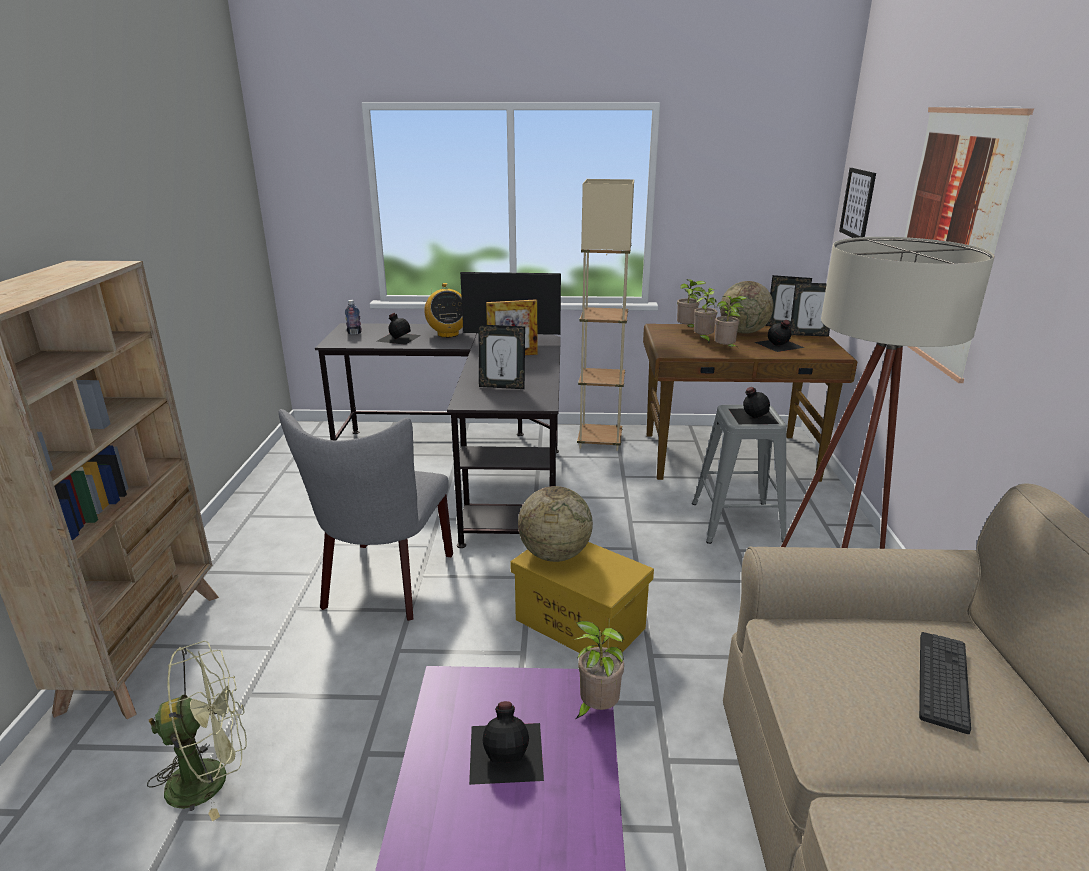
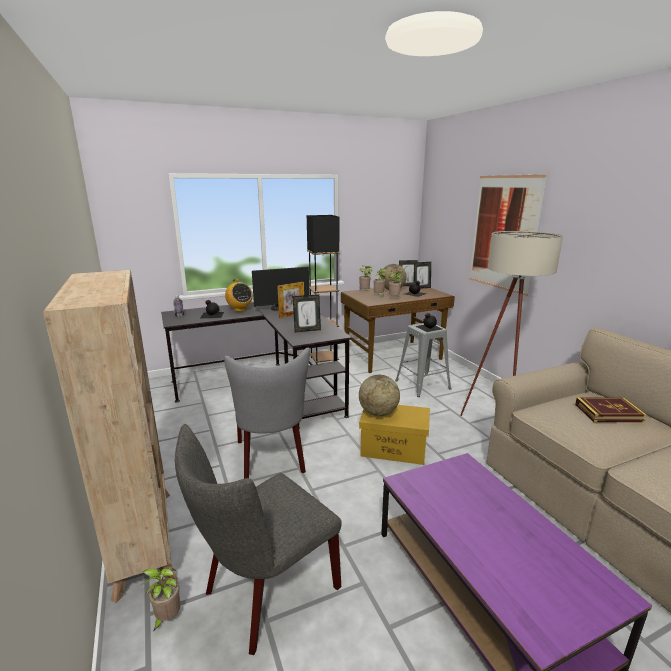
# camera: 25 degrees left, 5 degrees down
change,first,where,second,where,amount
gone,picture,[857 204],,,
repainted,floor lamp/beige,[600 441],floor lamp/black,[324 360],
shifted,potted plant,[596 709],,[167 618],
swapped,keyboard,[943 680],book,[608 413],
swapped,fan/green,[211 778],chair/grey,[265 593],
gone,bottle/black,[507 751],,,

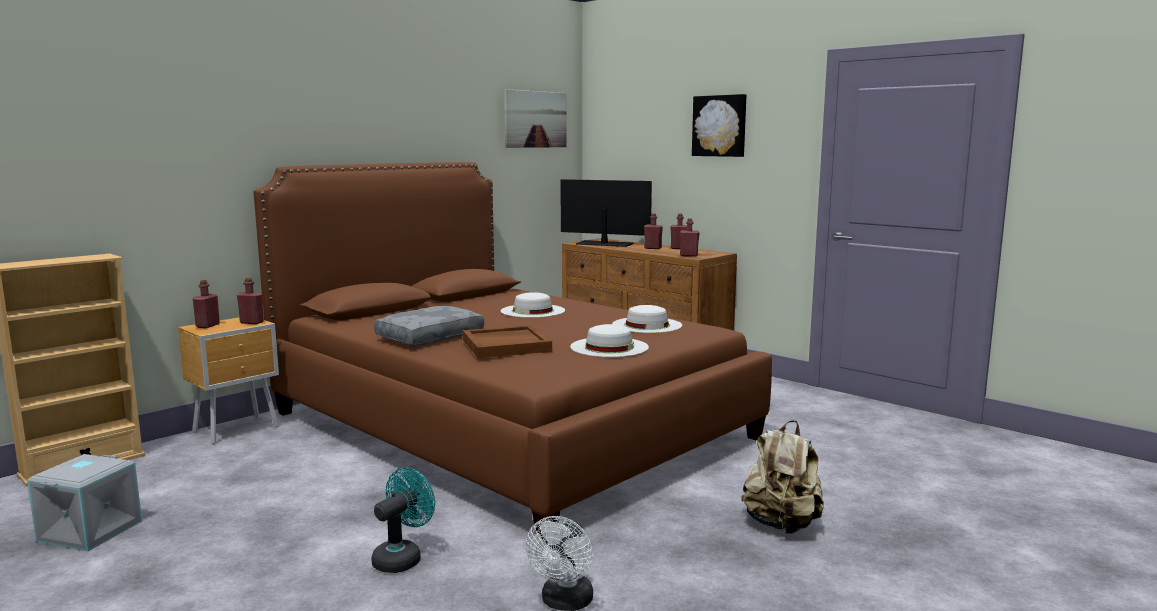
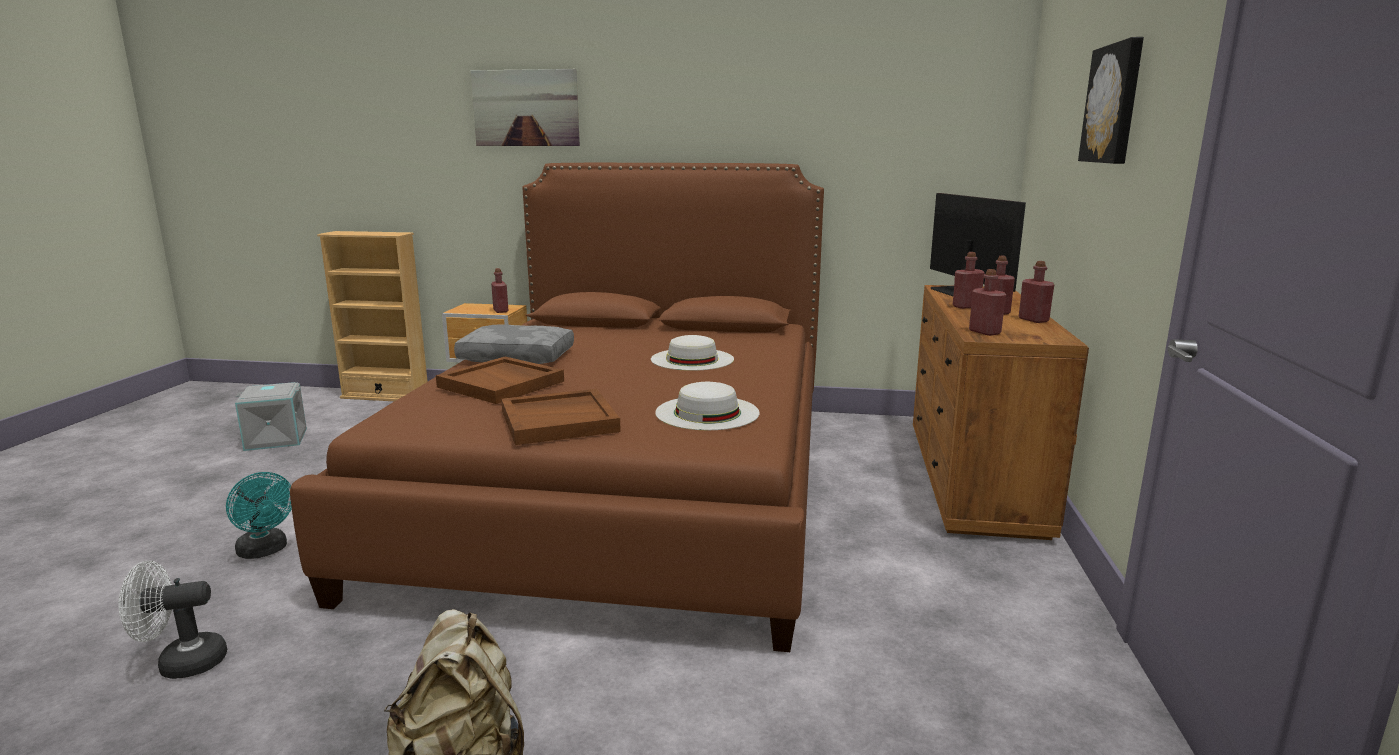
# camera: 55 degrees right, 5 degrees up
change,first,where,second,where,amount
shifted,picture,[535 119],,[526 108],
shifted,bottle/red,[207 326],,[966 306],
swapped,hat/white,[609 347],tray/brown,[560 421],
rotated,fan/turquoise,[402 558],,[265 551],45 degrees clockwise

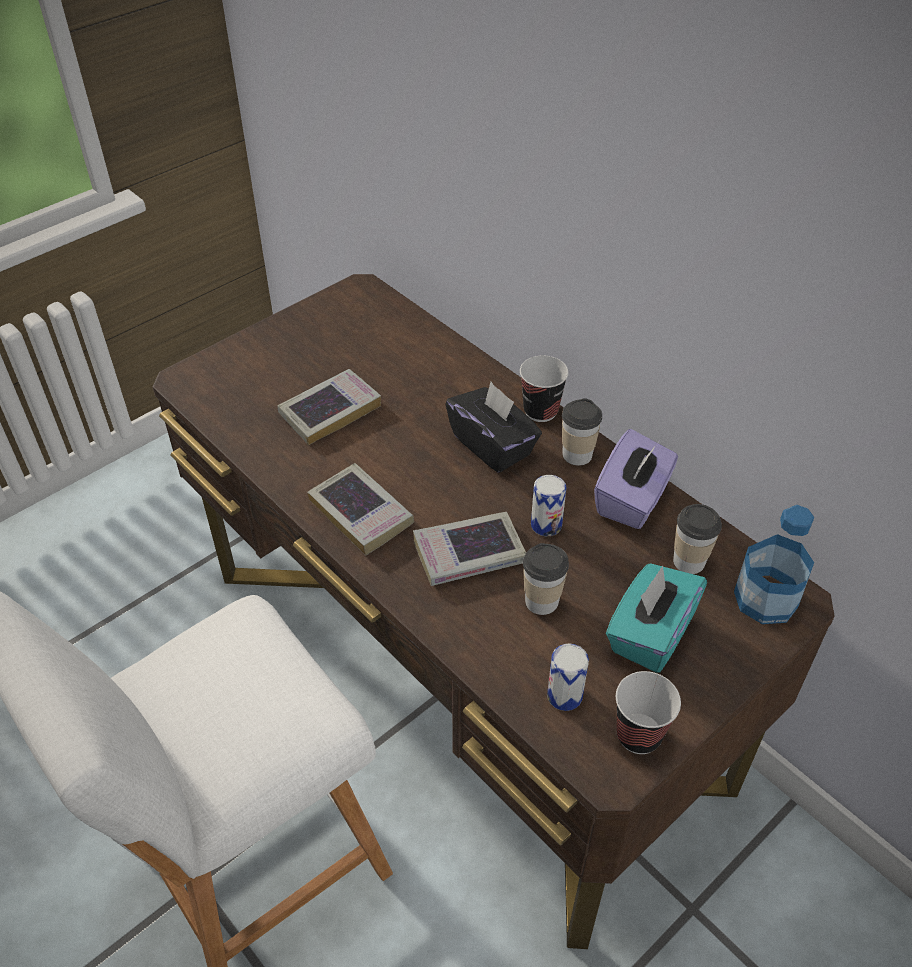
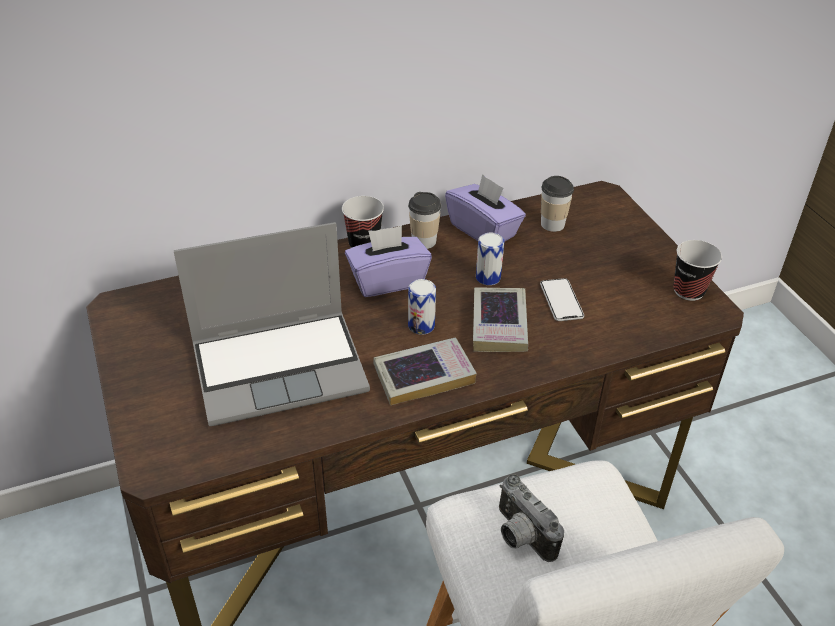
# camera: 70 degrees left, 5 degrees down
change,first,where,second,where,amount
swapped,book,[330 411],laptop,[281 366],
repainted,tissue box/black,[493 445],tissue box/purple,[387 280],
gone,bottle,[765 599],,,
swapped,cup,[541 601],phone,[561 301],
gone,tissue box/turquoise,[650 634],,,
shifted,can,[564 695],,[421 325],
new,,,photo camera,[520 536],

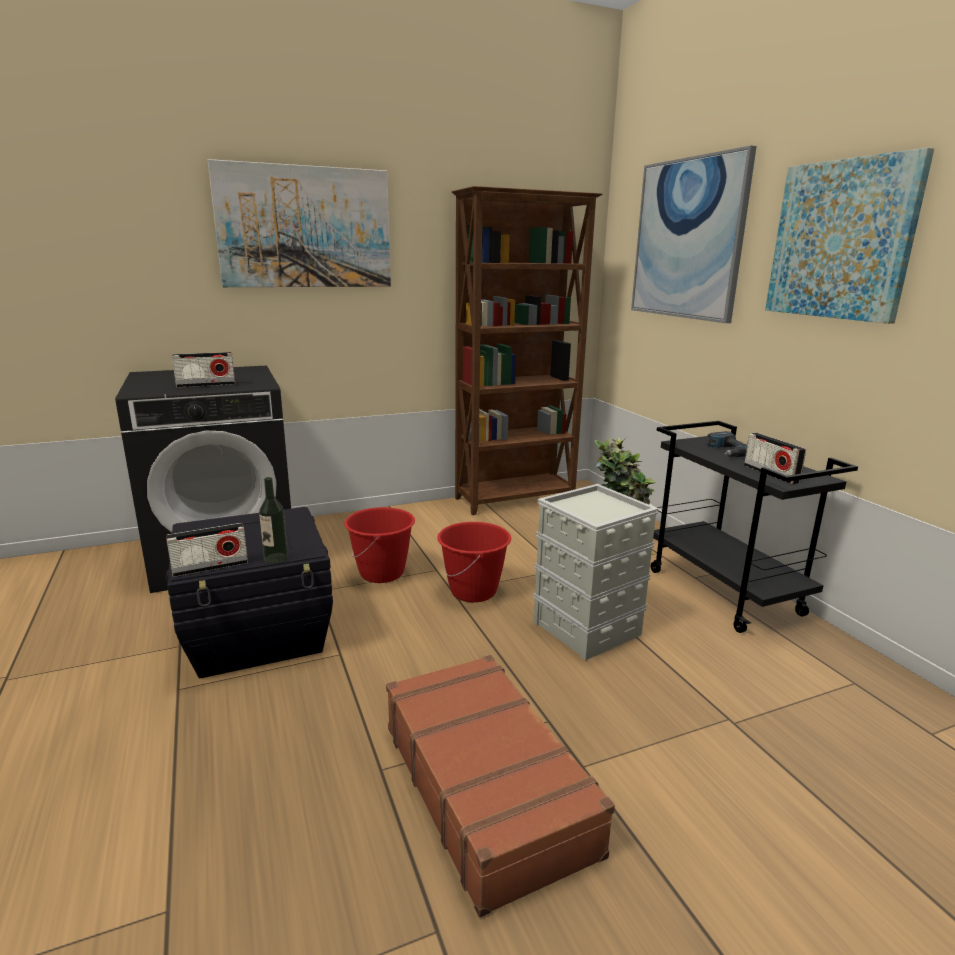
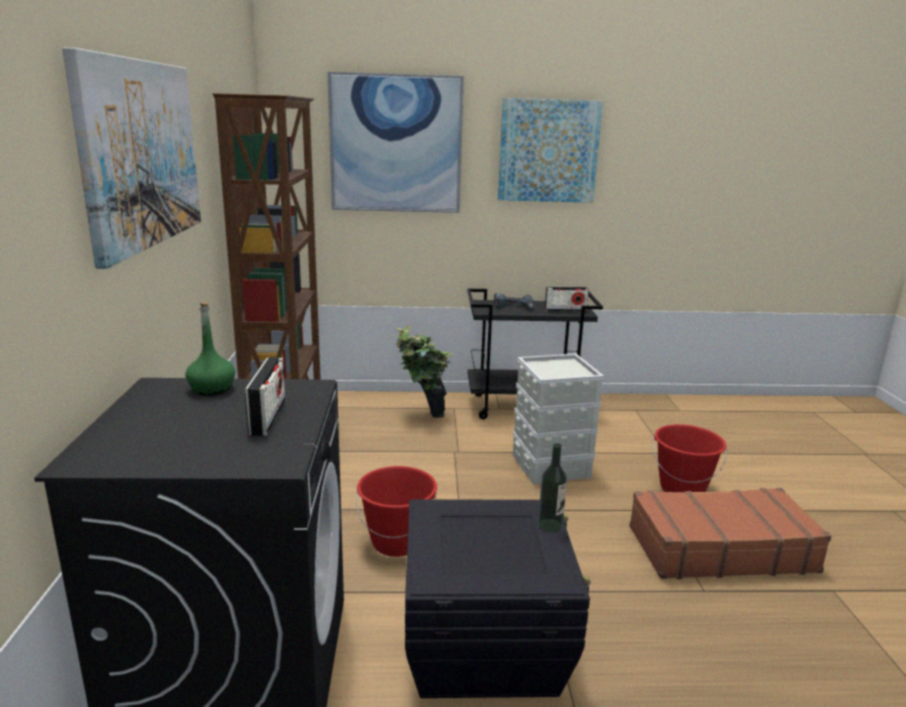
# camera: 70 degrees left, 0 degrees up
change,first,where,second,where,amount
shifted,bucket/red,[474 591],,[682 489],
gone,radio,[210 567],,,
new,,,bottle/green,[212 389],

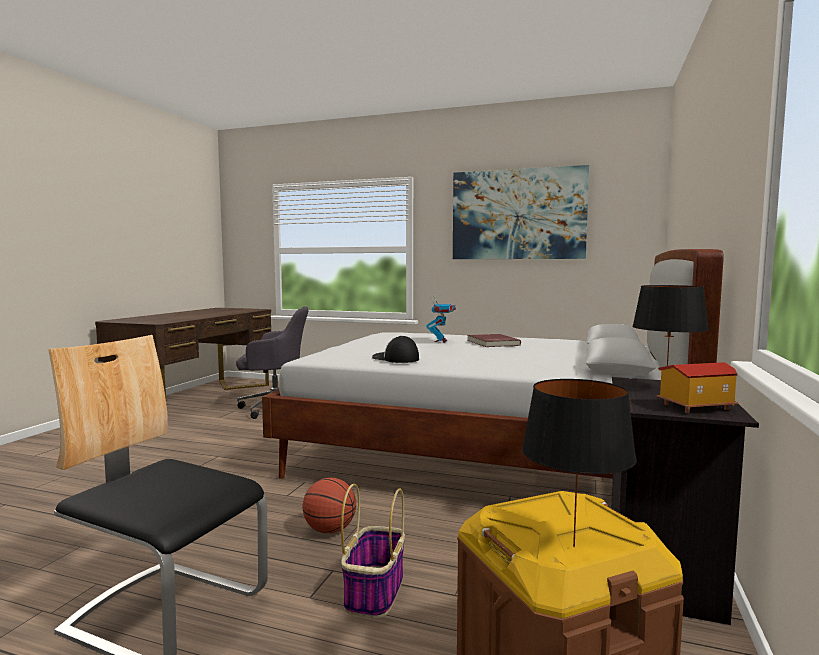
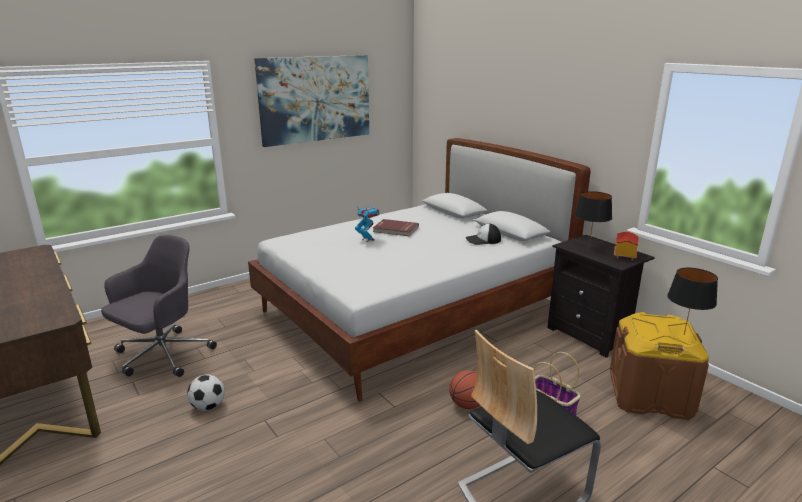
# camera: 55 degrees left, 15 degrees up
change,first,where,second,where,amount
shifted,cap,[395 358],,[483 240],
new,,,football,[208 406],

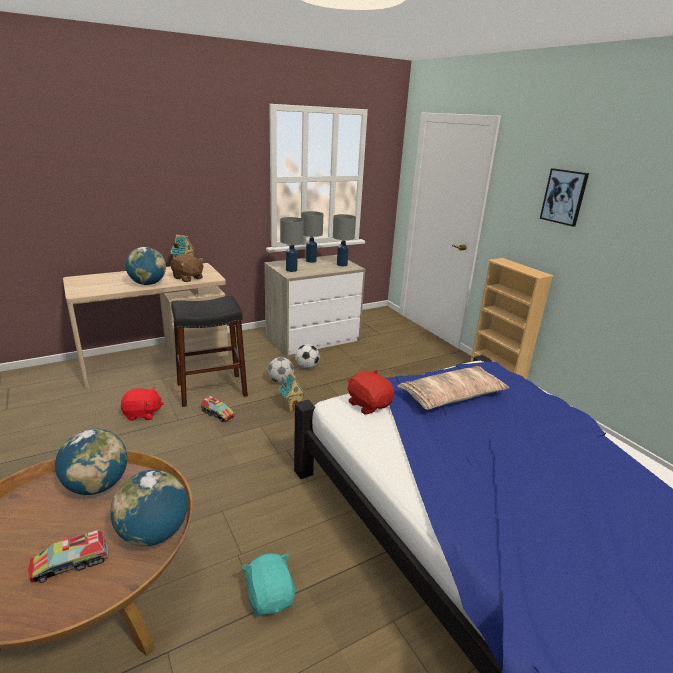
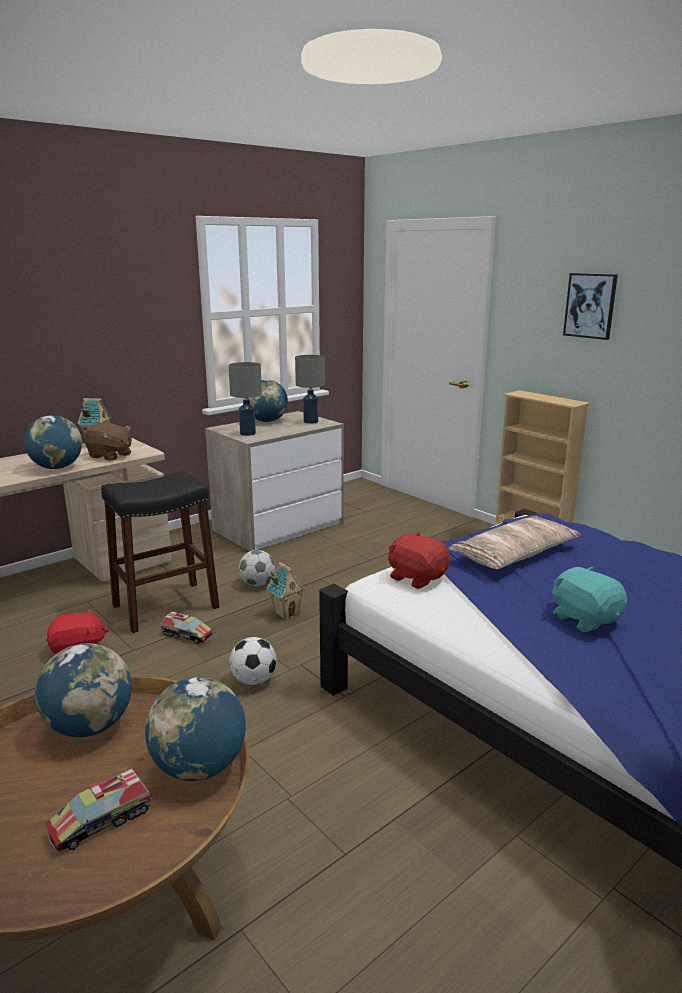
# camera: 10 degrees left, 5 degrees down
change,first,where,second,where,amount
swapped,table lamp/grey,[310 261],globe,[267 421],
shifted,football,[306 367],,[253 680],
shifted,plush toy/turquoise,[270 597],,[584 619],

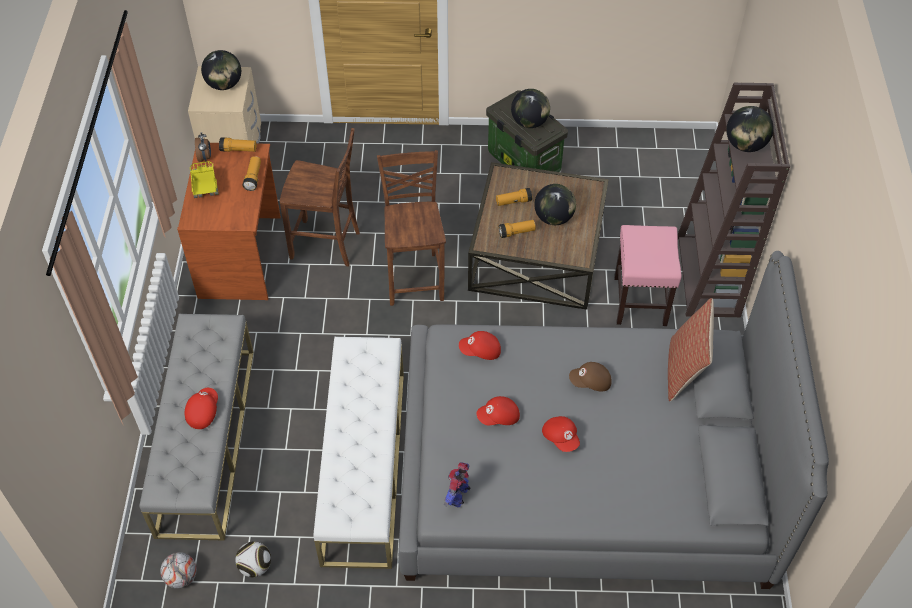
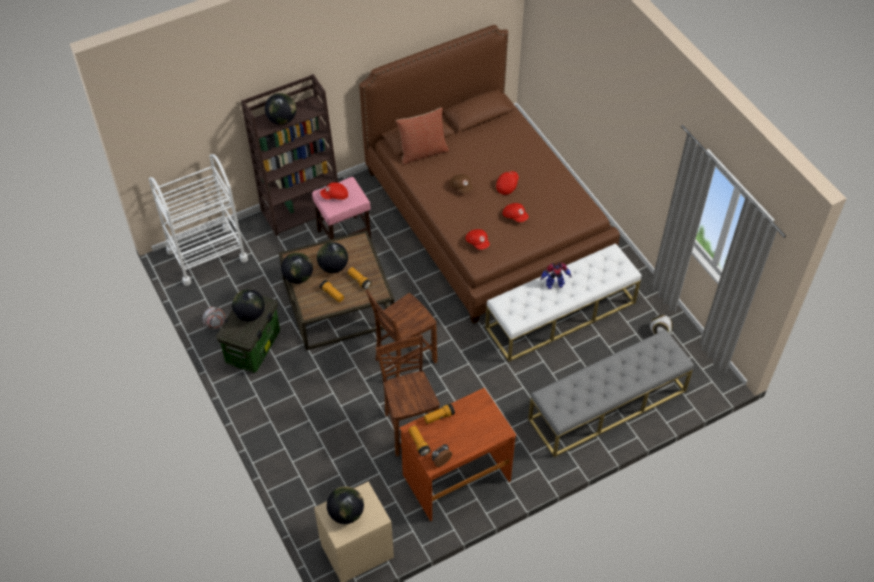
# camera: 120 degrees left, 0 degrees up
change,first,where,second,where,amount
gone,toy truck,[205 189],,,
repainted,bed/grey,[584 469],bed/brown,[485 215],
shifted,cap/red,[203 412],,[335 196],
shifted,toy robot,[458 495],,[554 284],
shifted,football,[181 577],,[215 324],
new,,,cart/white,[207 255],
new,,,globe,[298 277],

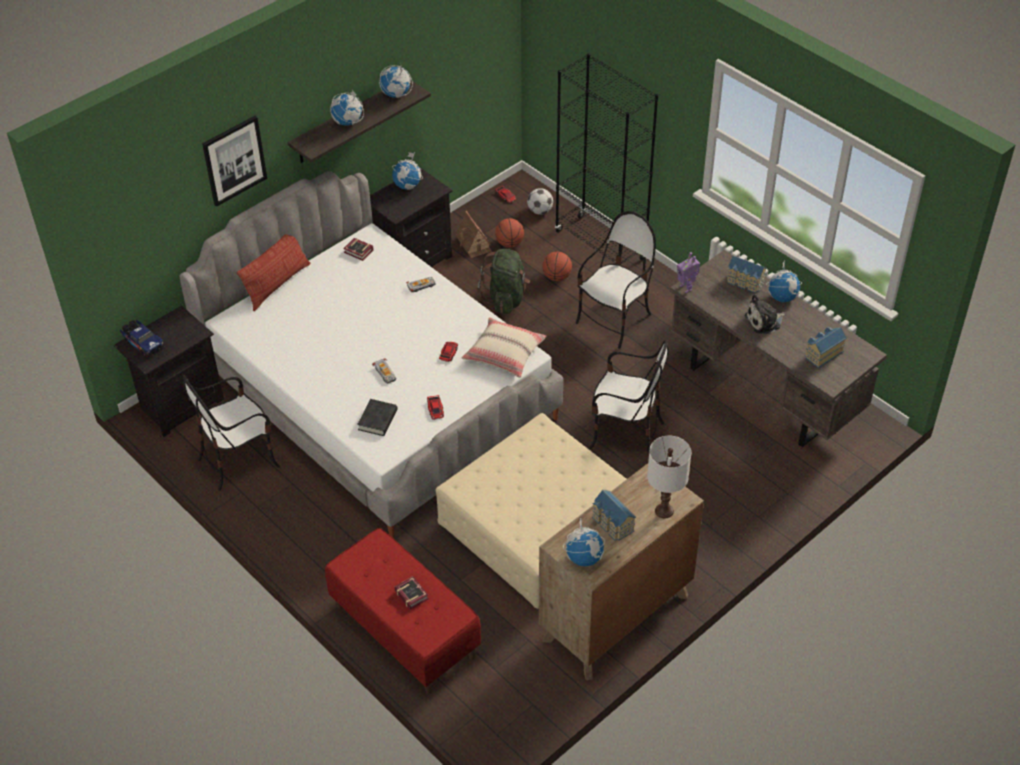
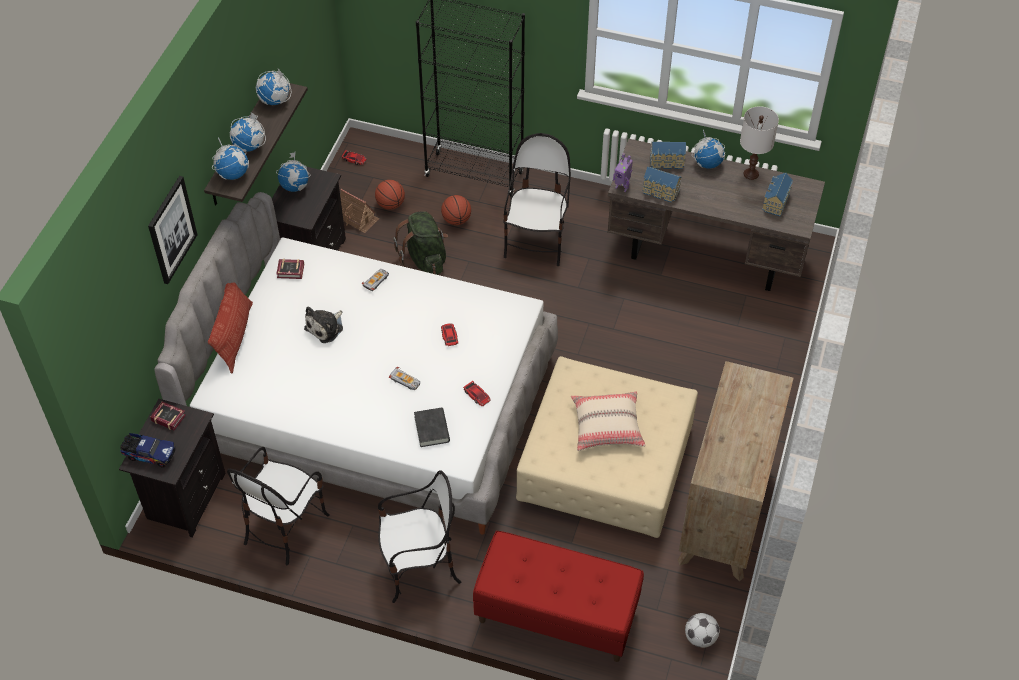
# camera: 30 degrees left, 5 degrees up
change,first,where,second,where,amount
shifted,football,[540 211],,[700 638],
shifted,plush toy,[764 321],,[326 327],
shifted,pillow/beige,[504 354],,[606 427],
shifted,chair,[625 433],,[419 568],
shifted,table lamp/white,[664 510],,[751 173],
shifted,toy house,[612 524],,[660 192],
shifted,globe,[584 558],,[233 174],
shifted,book,[411 593],,[168 417],

